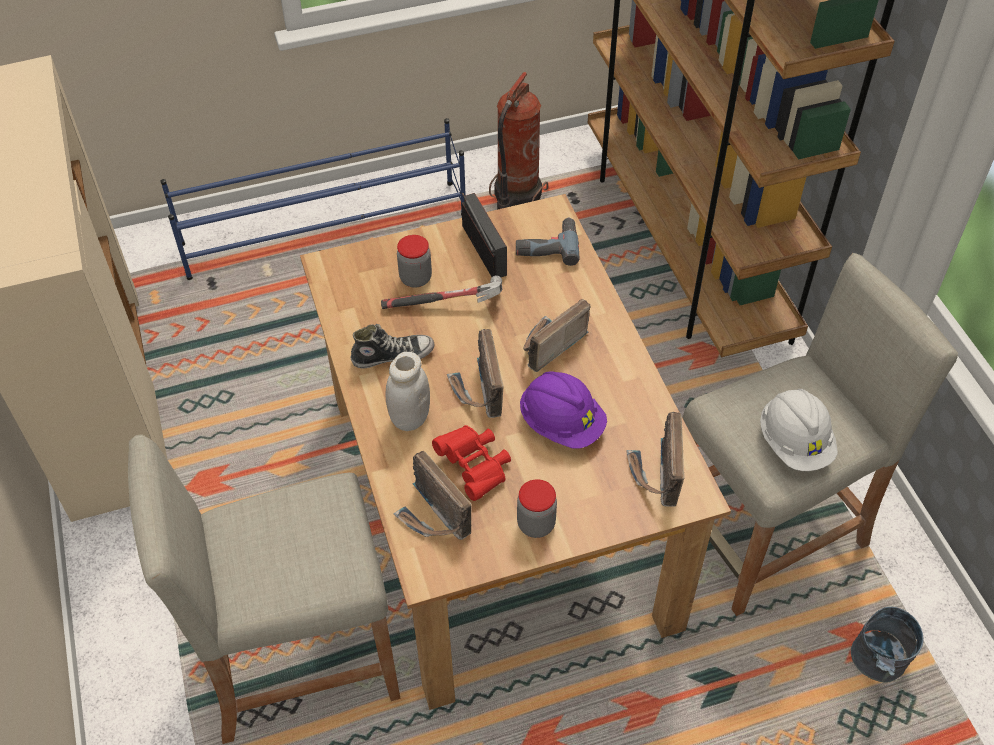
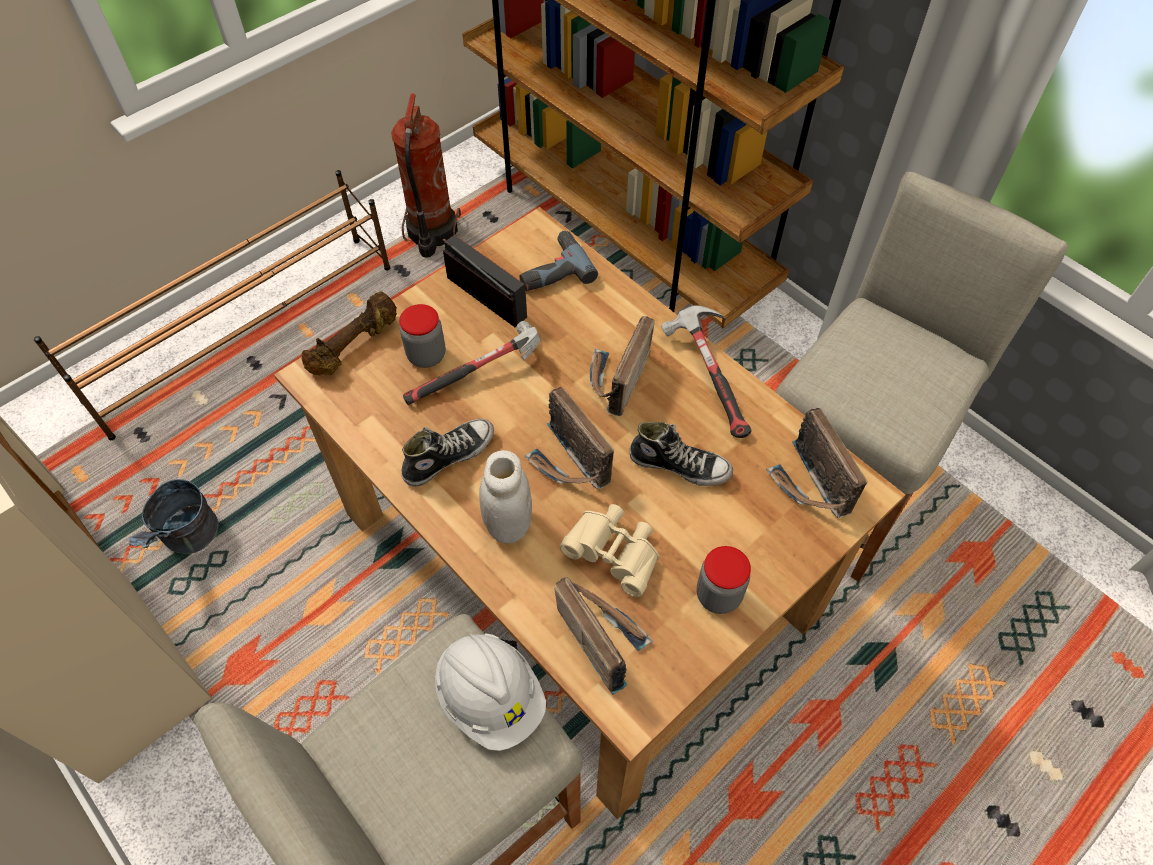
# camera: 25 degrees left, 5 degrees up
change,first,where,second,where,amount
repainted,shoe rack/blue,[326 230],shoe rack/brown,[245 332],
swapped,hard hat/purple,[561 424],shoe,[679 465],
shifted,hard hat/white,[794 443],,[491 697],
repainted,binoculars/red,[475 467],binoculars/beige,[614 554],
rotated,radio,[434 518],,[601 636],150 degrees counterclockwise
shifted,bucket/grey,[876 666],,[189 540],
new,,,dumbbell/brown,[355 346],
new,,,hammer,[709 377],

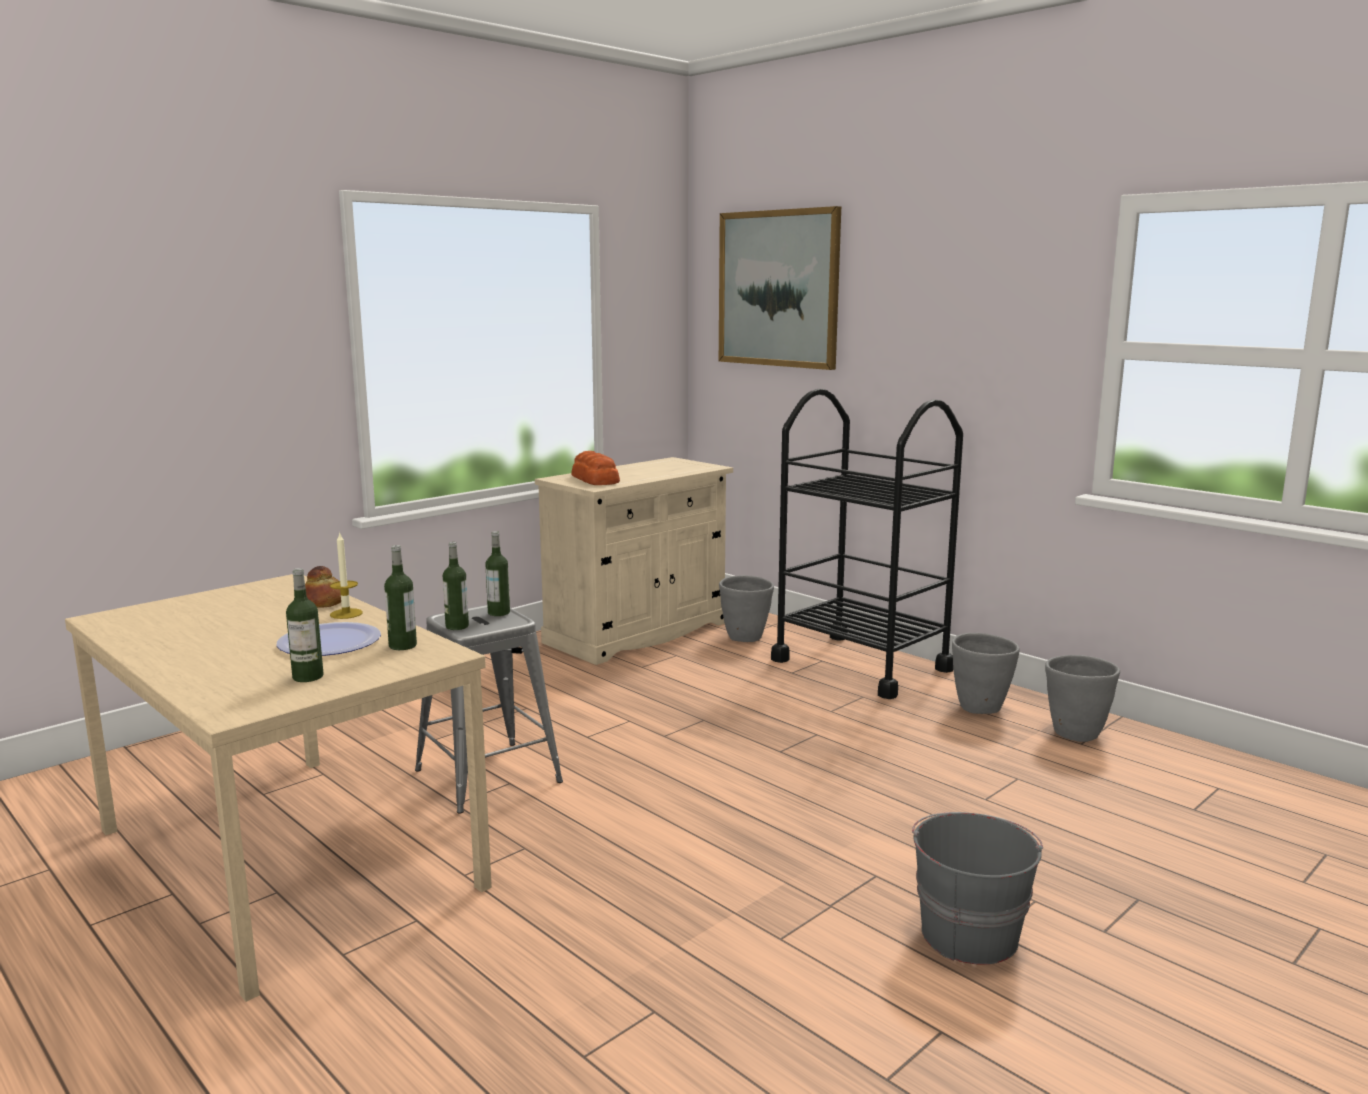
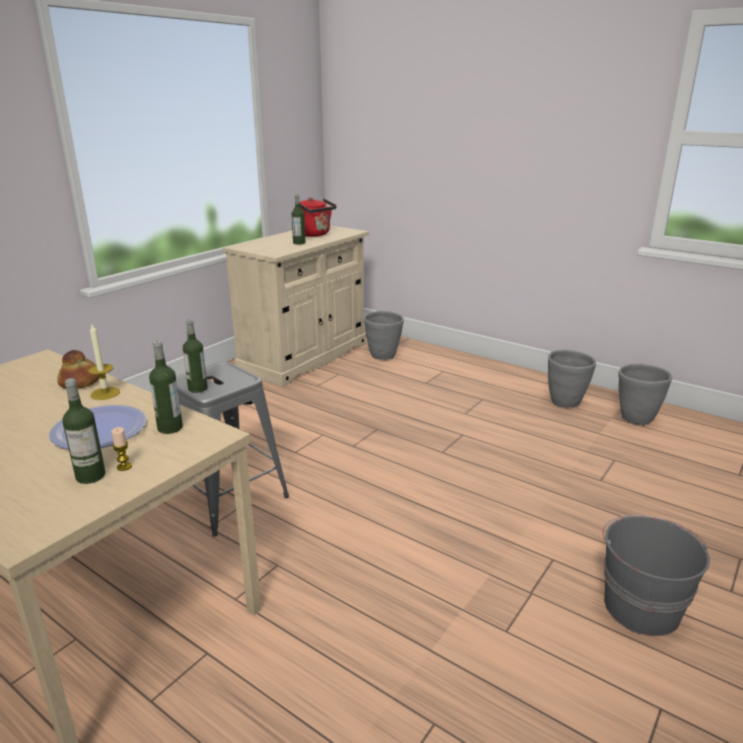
# camera: 10 degrees left, 10 degrees up
change,first,where,second,where,amount
gone,picture,[778 289],,,
gone,cart/black,[861 665],,,
gone,bread,[595 479],,,
shifted,bottle,[499 613],,[299 243],
new,,,kettle/red,[314 234],
new,,,candle,[124 467],

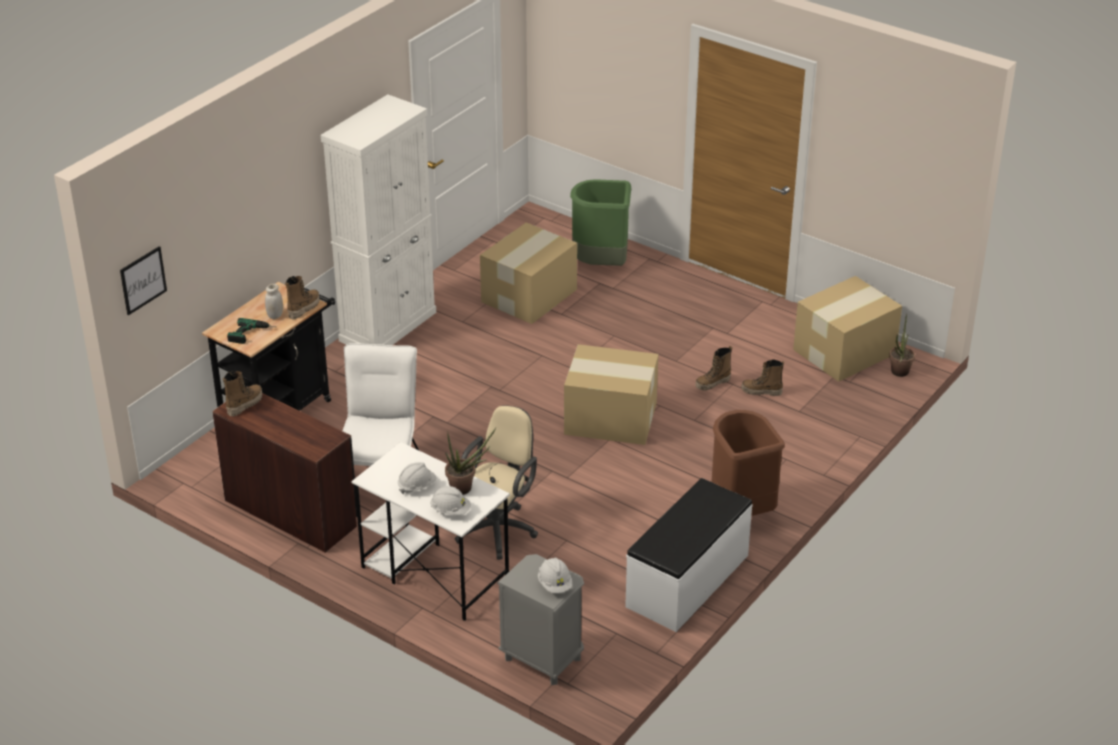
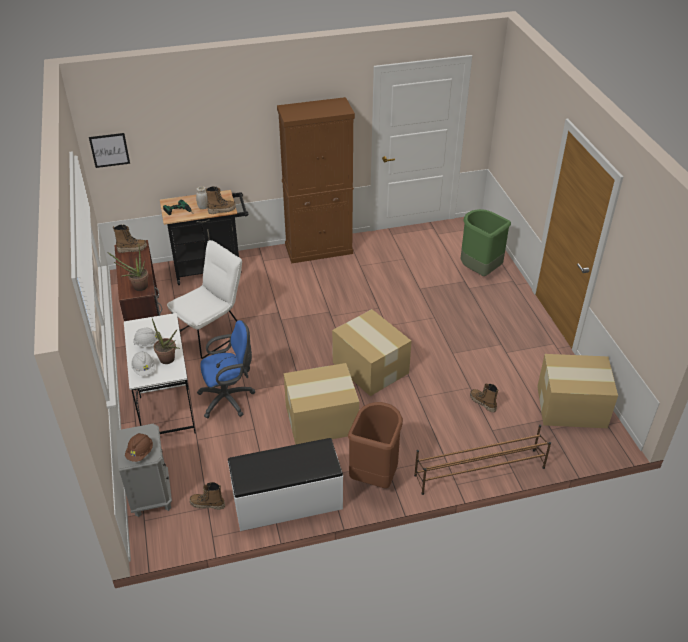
# camera: 40 degrees right, 5 degrees up
change,first,where,second,where,amount
repainted,cabinet/white,[388 326],cabinet/brown,[319 249],
shifted,cardboard box,[528 296],,[320 419],
shifted,potted plant,[898 373],,[137 287],
shifted,boot,[712 384],,[207 504],
repainted,office chair/beige,[499 528],office chair/blue,[229 399],
repainted,hard hat/white,[555 584],hard hat/brown,[140 453],
new,,,shoe rack/brown,[479 471],

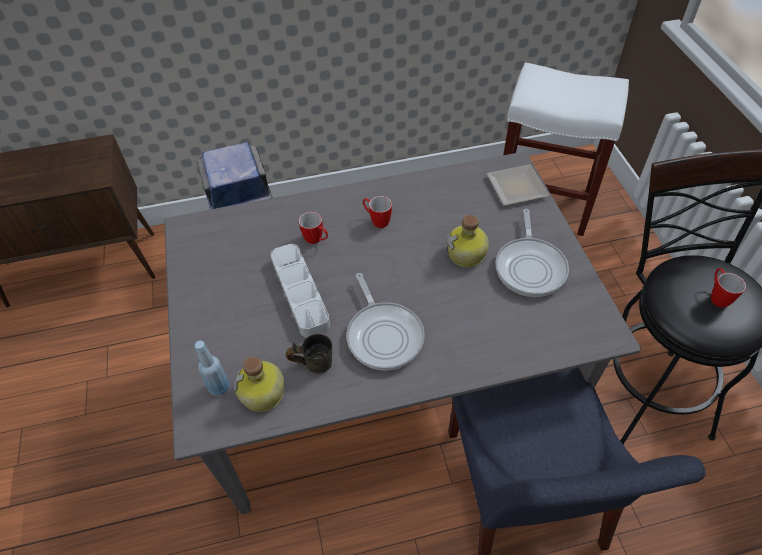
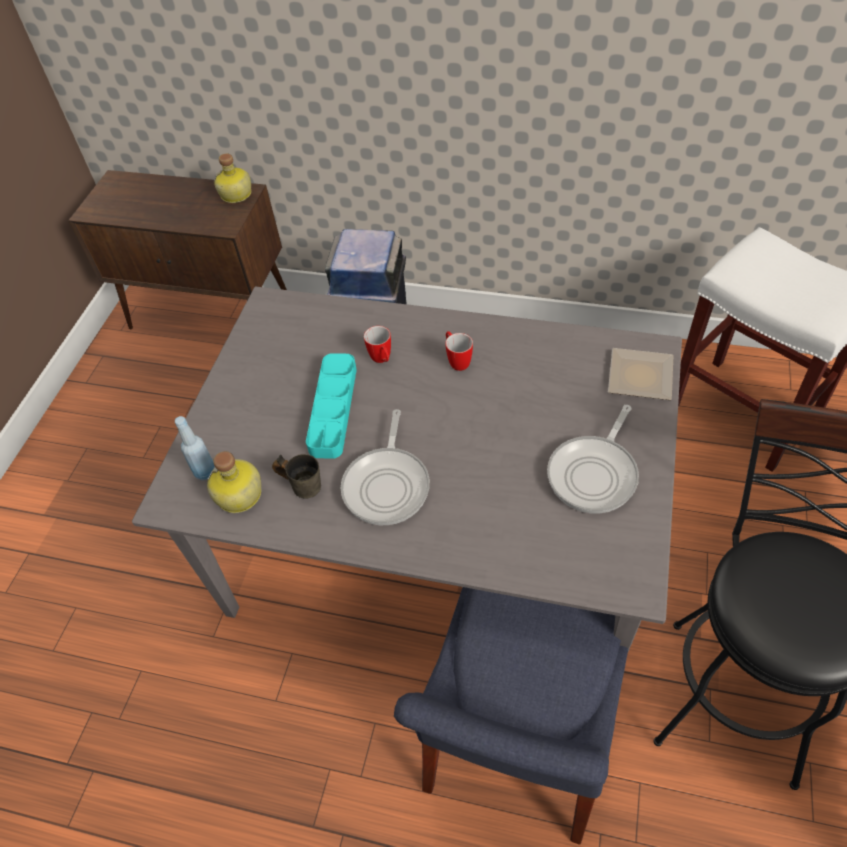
# camera: 30 degrees right, 0 degrees up
change,first,where,second,where,amount
shifted,bottle,[467 254],,[236 195],
repainted,tray/grey,[300 293],tray/turquoise,[333 409],
gone,mug,[717 296],,,

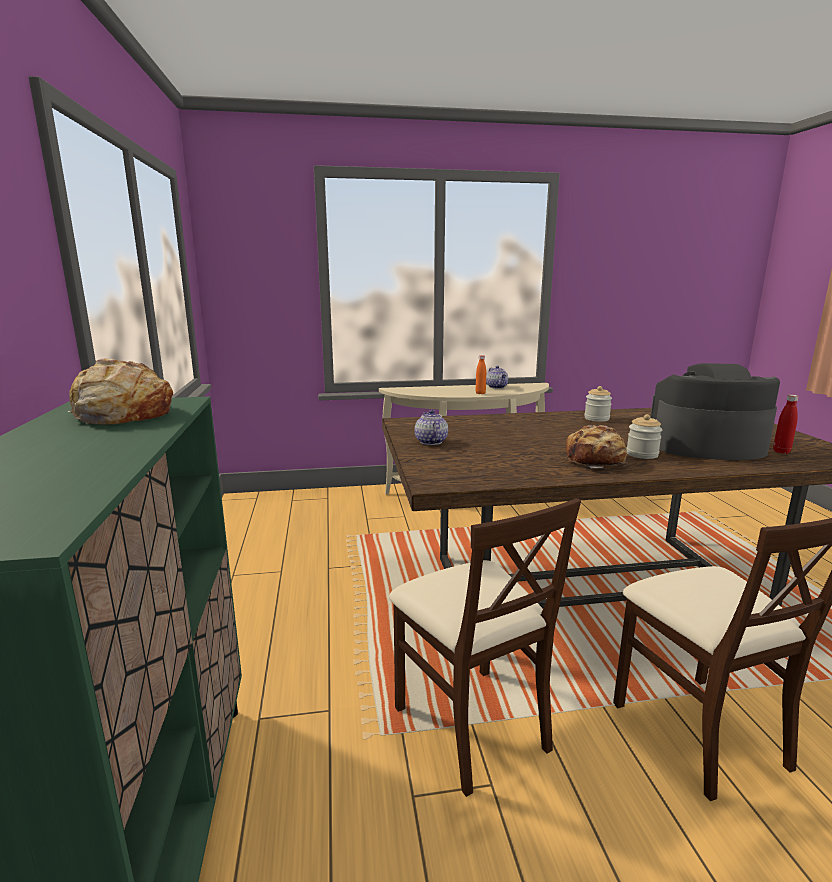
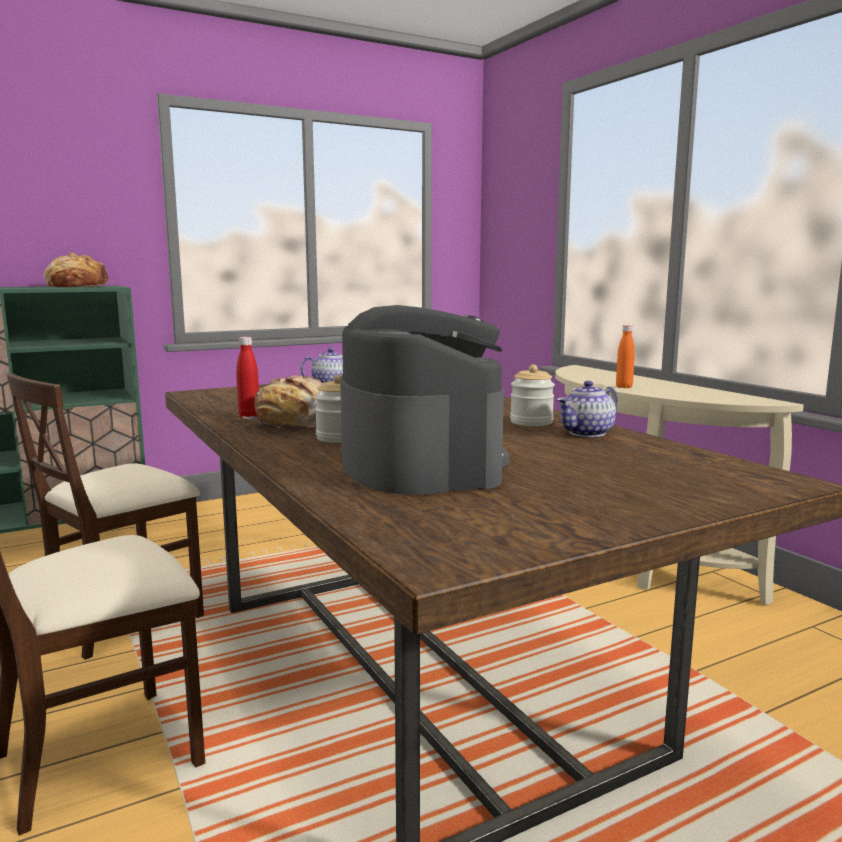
# camera: 70 degrees right, 5 degrees down
change,first,where,second,where,amount
shifted,teapot,[497 387],,[587 433],
shifted,bottle/red,[781 451],,[249 416],

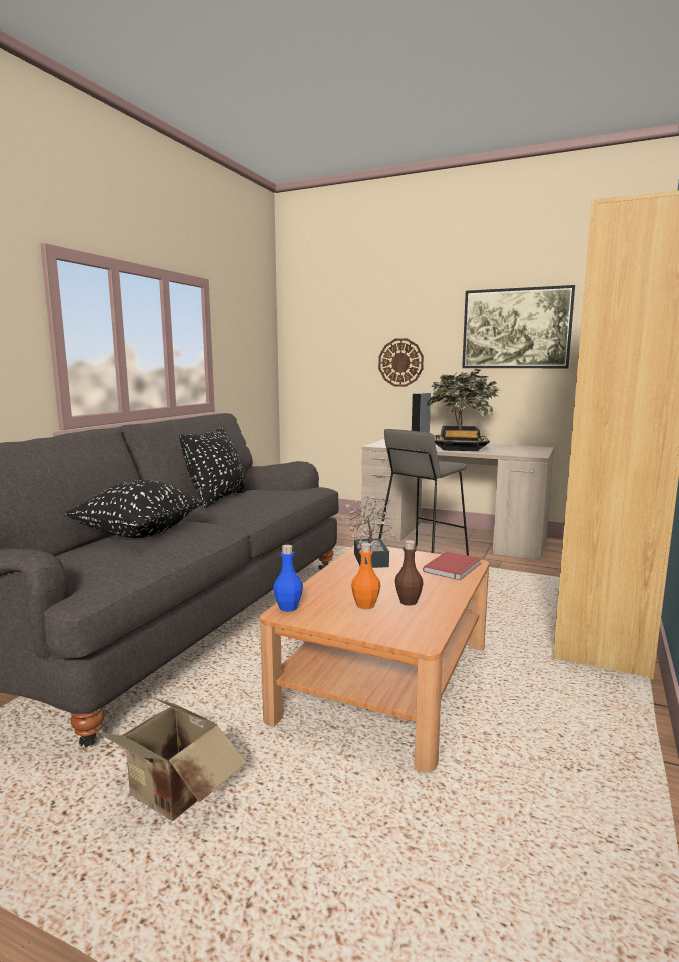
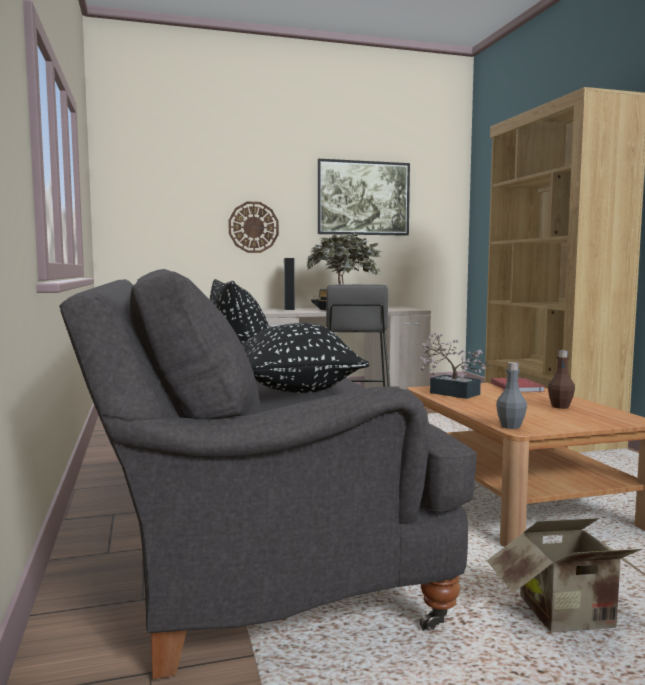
# camera: 40 degrees left, 5 degrees down
change,first,where,second,where,amount
gone,bottle/orange,[365 605],,,
repainted,bottle/blue,[288 607],bottle/grey,[510 426],

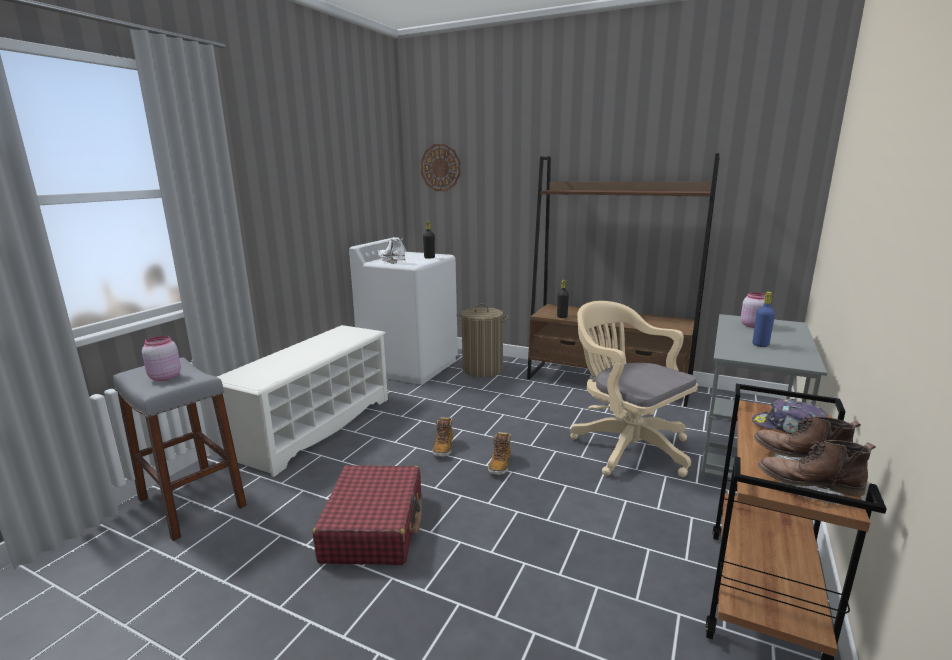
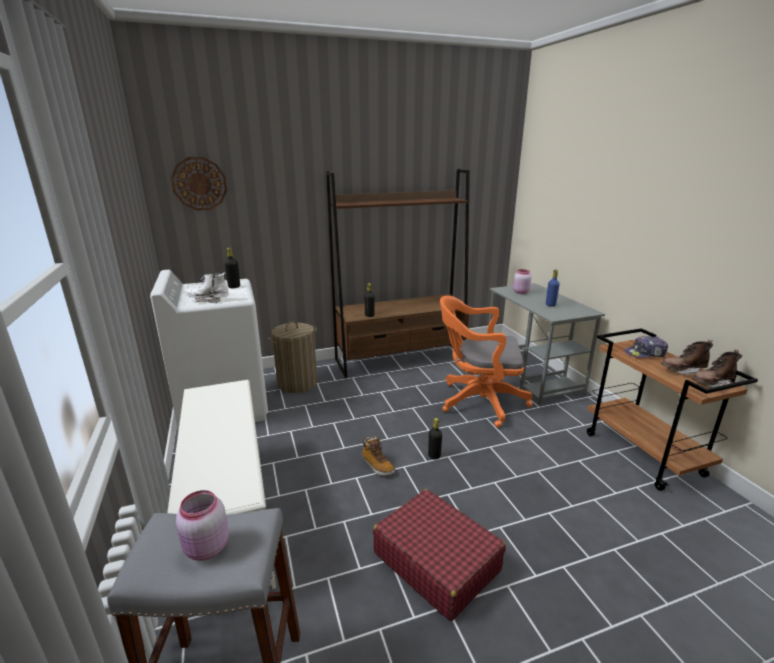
# camera: 45 degrees left, 5 degrees up
change,first,where,second,where,amount
repainted,office chair/beige,[626 446],office chair/orange,[477 401],
swapped,boot,[500 465],bottle/black,[434 455],

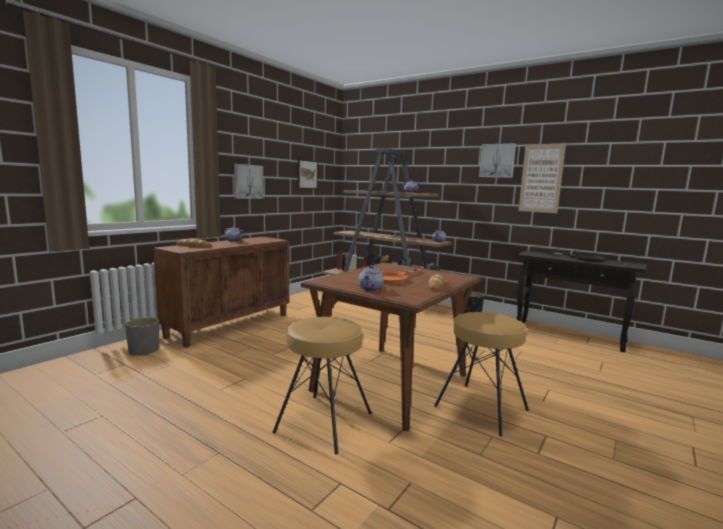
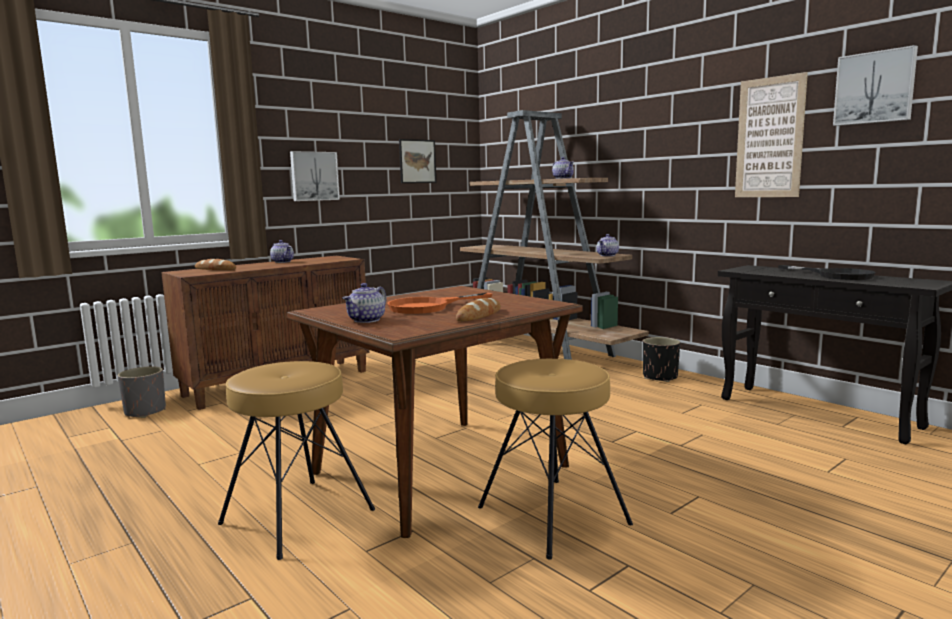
# camera: 15 degrees right, 0 degrees up
change,first,where,second,where,amount
shifted,picture,[497 160],,[875 88],

